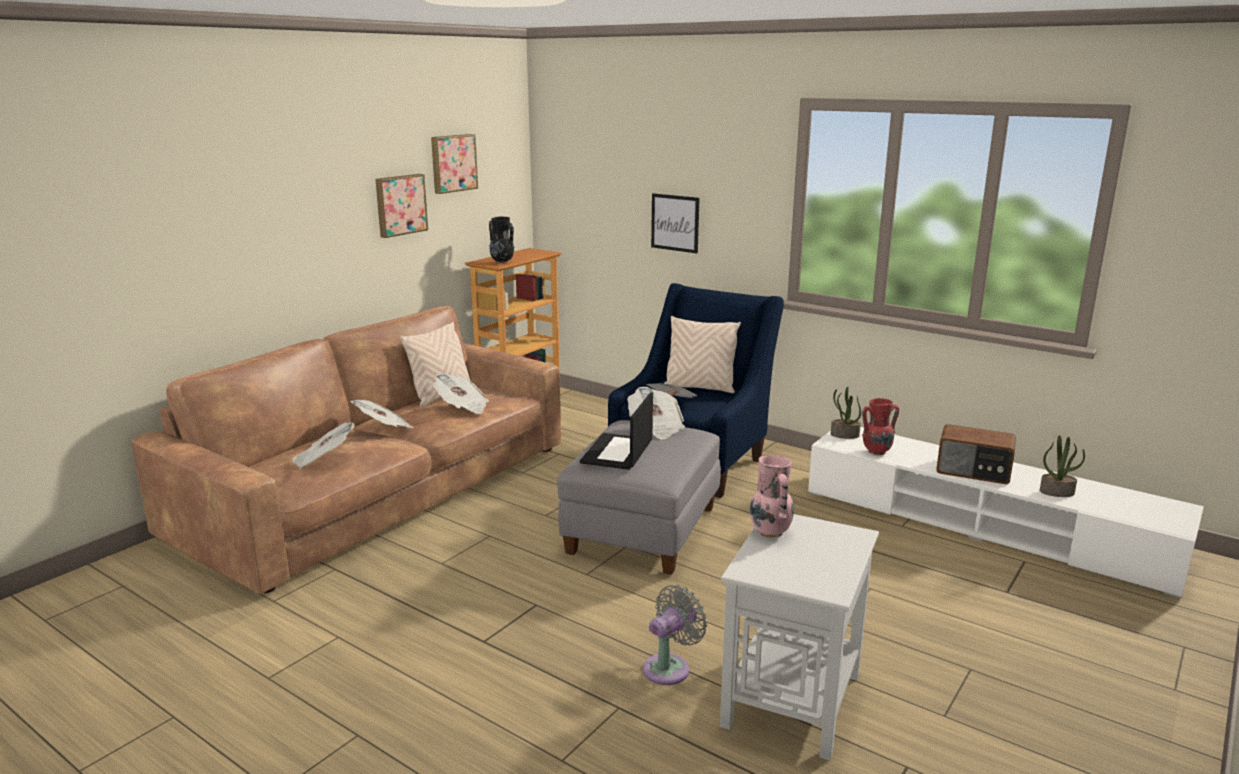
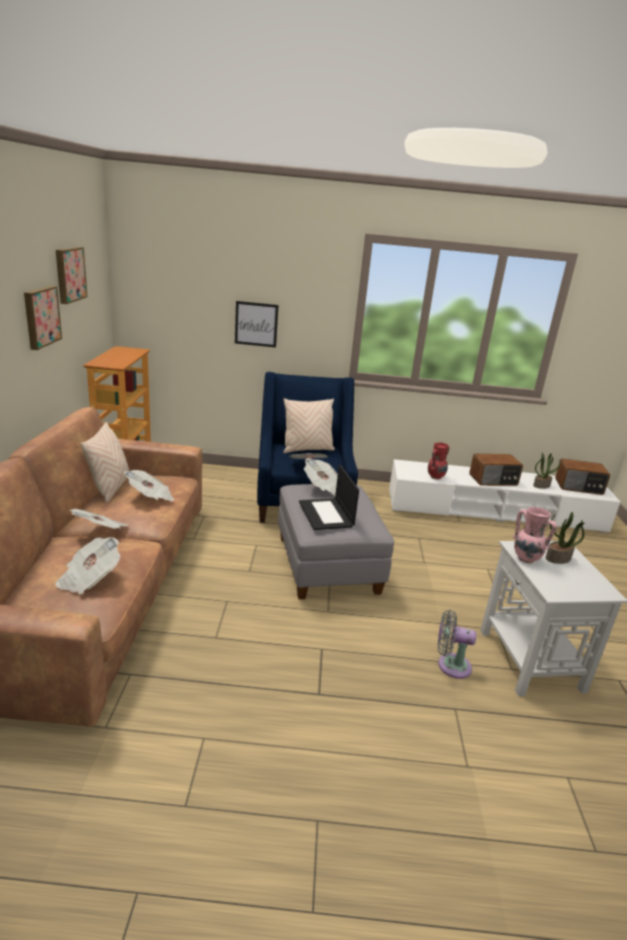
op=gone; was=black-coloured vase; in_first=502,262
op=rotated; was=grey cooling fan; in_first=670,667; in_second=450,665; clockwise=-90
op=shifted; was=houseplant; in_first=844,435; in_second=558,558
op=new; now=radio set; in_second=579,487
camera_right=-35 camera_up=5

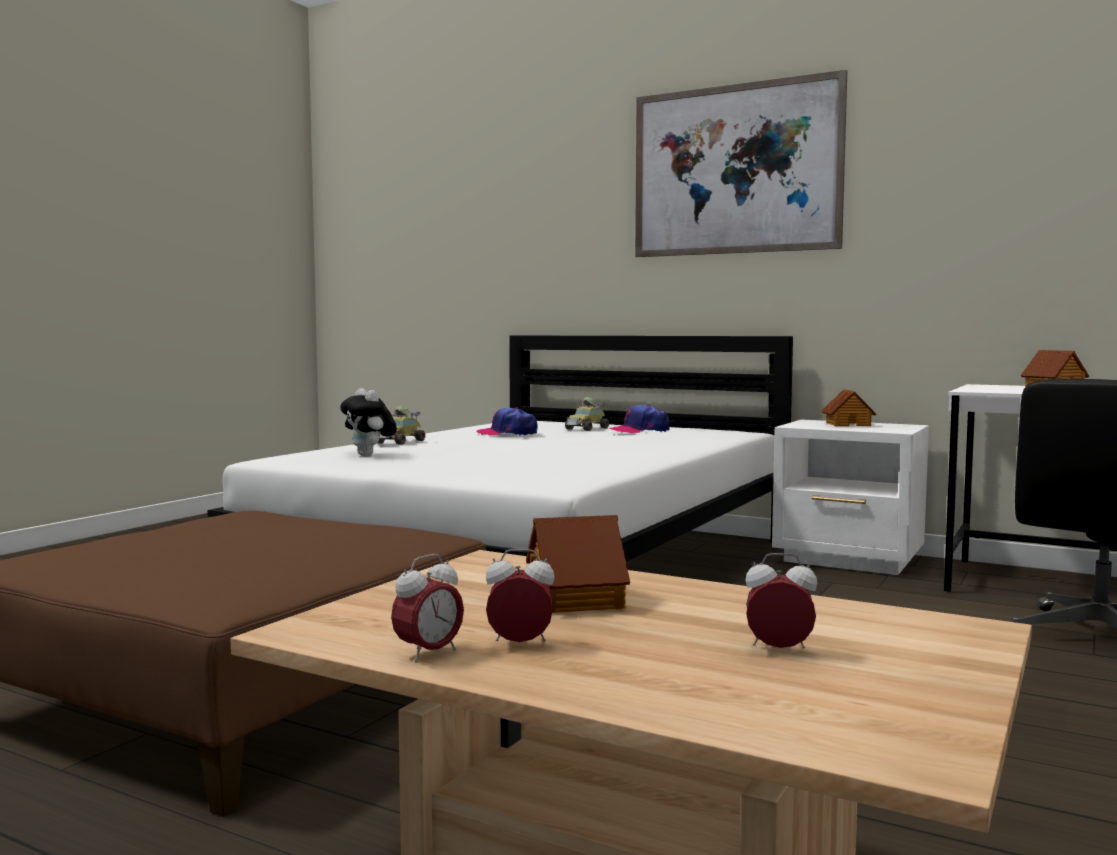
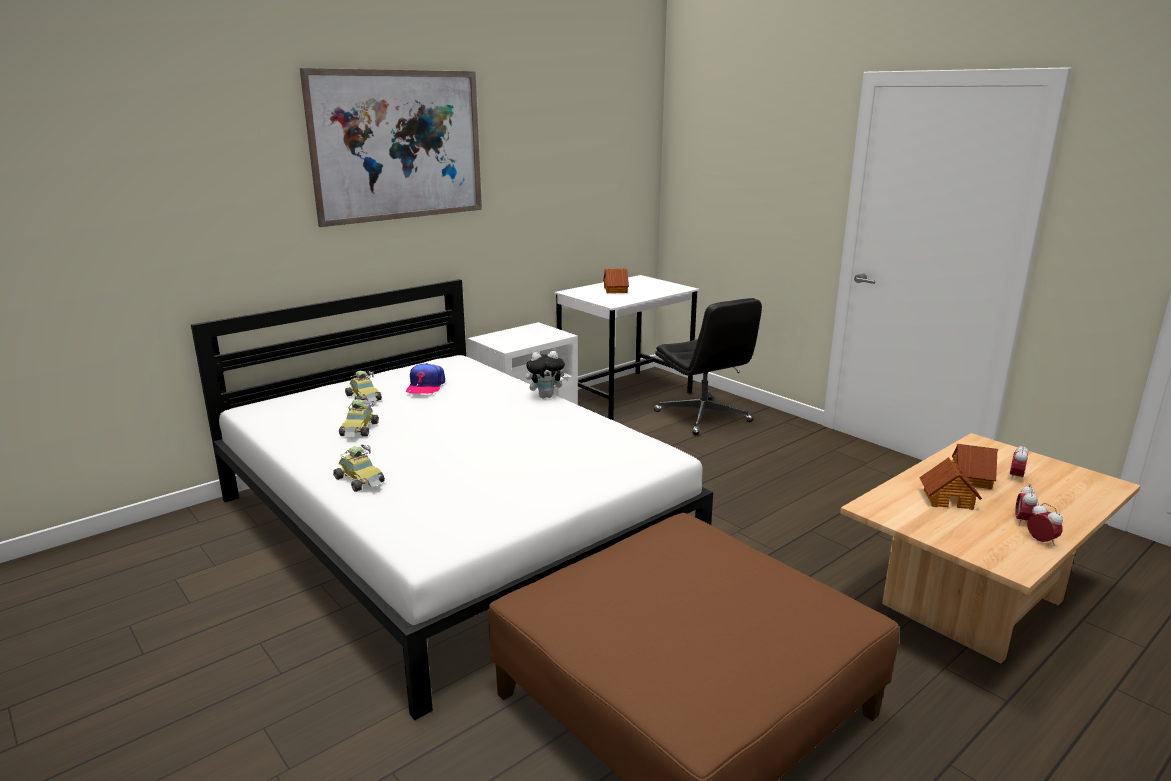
op=shifted; was=plush toy; in_first=369,456; in_second=546,396
op=swapped; was=cap; now=miniature car; in_first=507,433; in_second=360,430
op=shifted; was=model house; in_first=848,424; in_second=970,478
camera_right=-70 camera_up=15

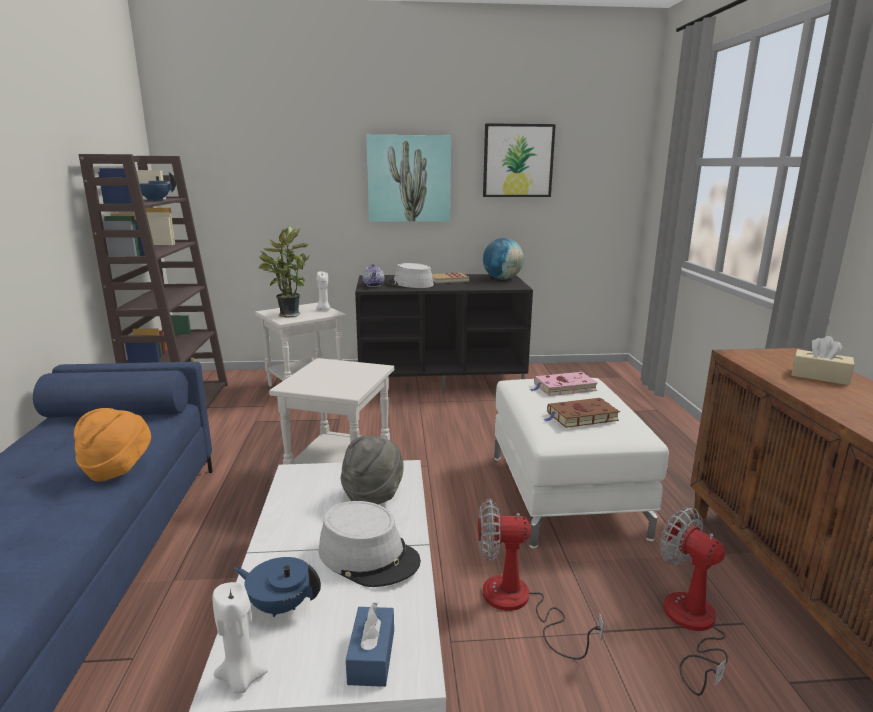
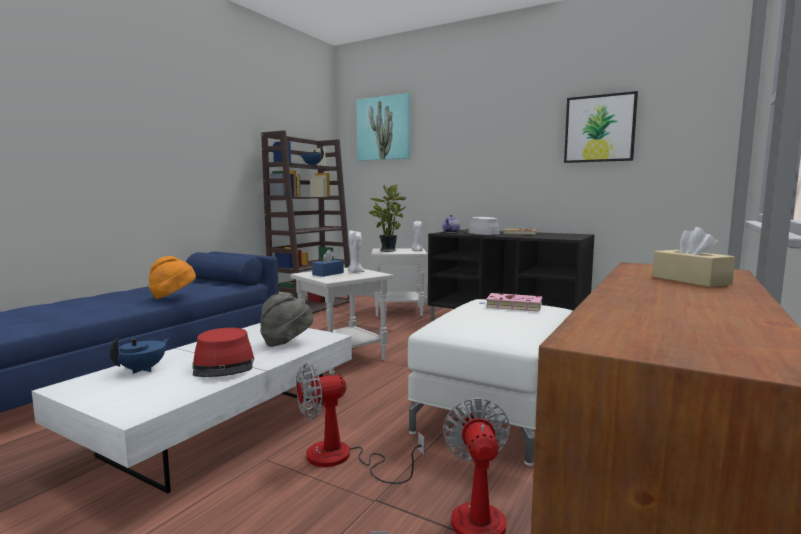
op=shifted; was=white candle; in_first=241,679; in_second=355,272
op=rotated; was=bluish teapot; in_first=280,605; in_second=143,369; clockwise=60
op=repainted; was=grey hat; now=red hat; in_first=369,556; in_second=224,365
op=shifted; was=bluish tissue holder; in_first=371,656; in_second=328,274
op=shifted; was=wall picture; in_first=409,179; in_second=383,128
op=rotated; was=cooling fan; in_first=518,604; in_second=342,459; clockwise=-60
op=gone; was=globe; in_first=502,279
op=gone; was=brown volume; in_first=580,417
camera_right=35 camera_up=-10

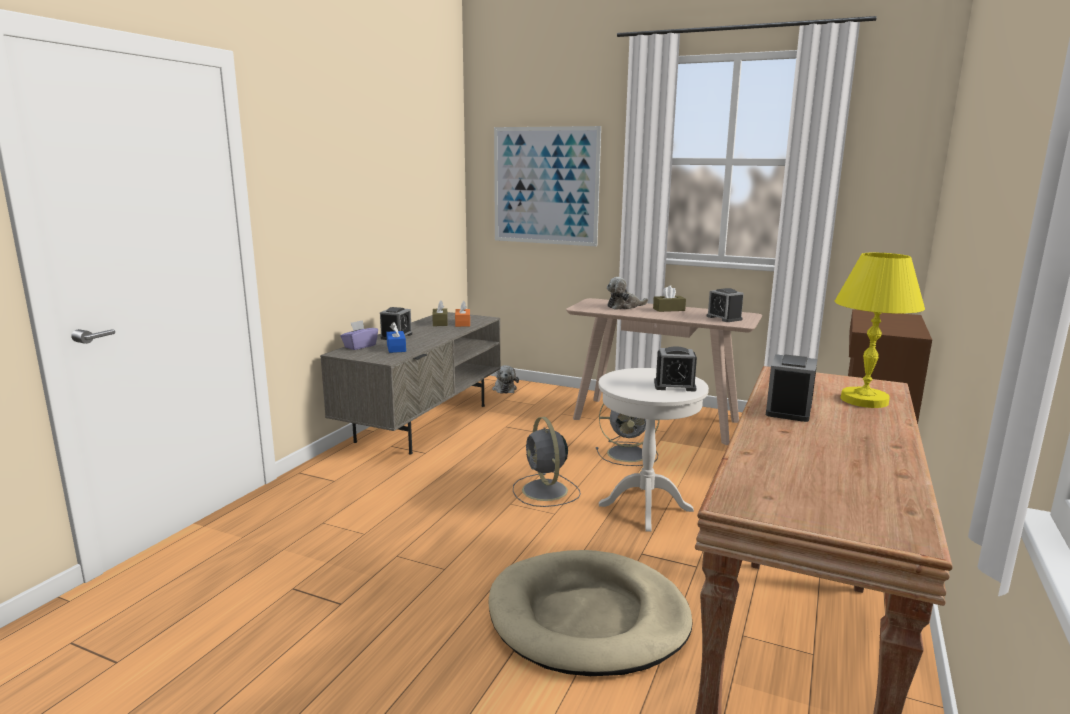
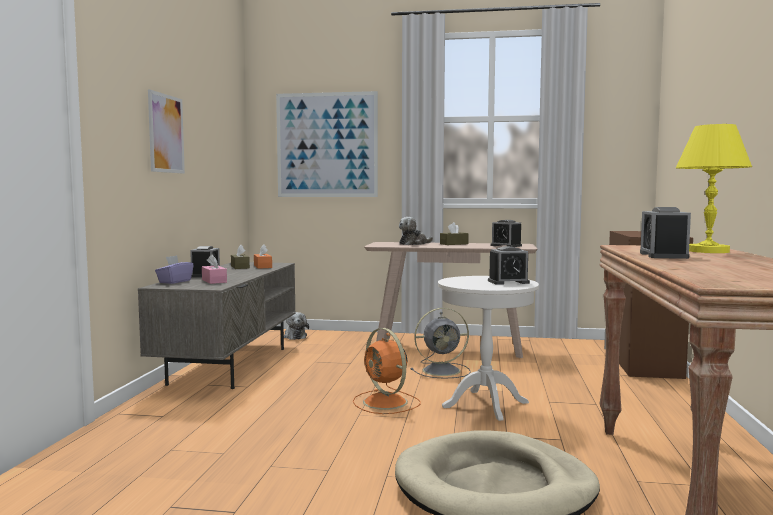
op=repainted; was=bluish tissue holder; now=pinkish tissue holder; in_first=396,348; in_second=214,281
op=repainted; was=grey cooling fan; now=orangey cooling fan; in_first=545,491; in_second=386,403
op=new; now=wall picture; in_second=166,133
camera_right=-15 camera_up=-10

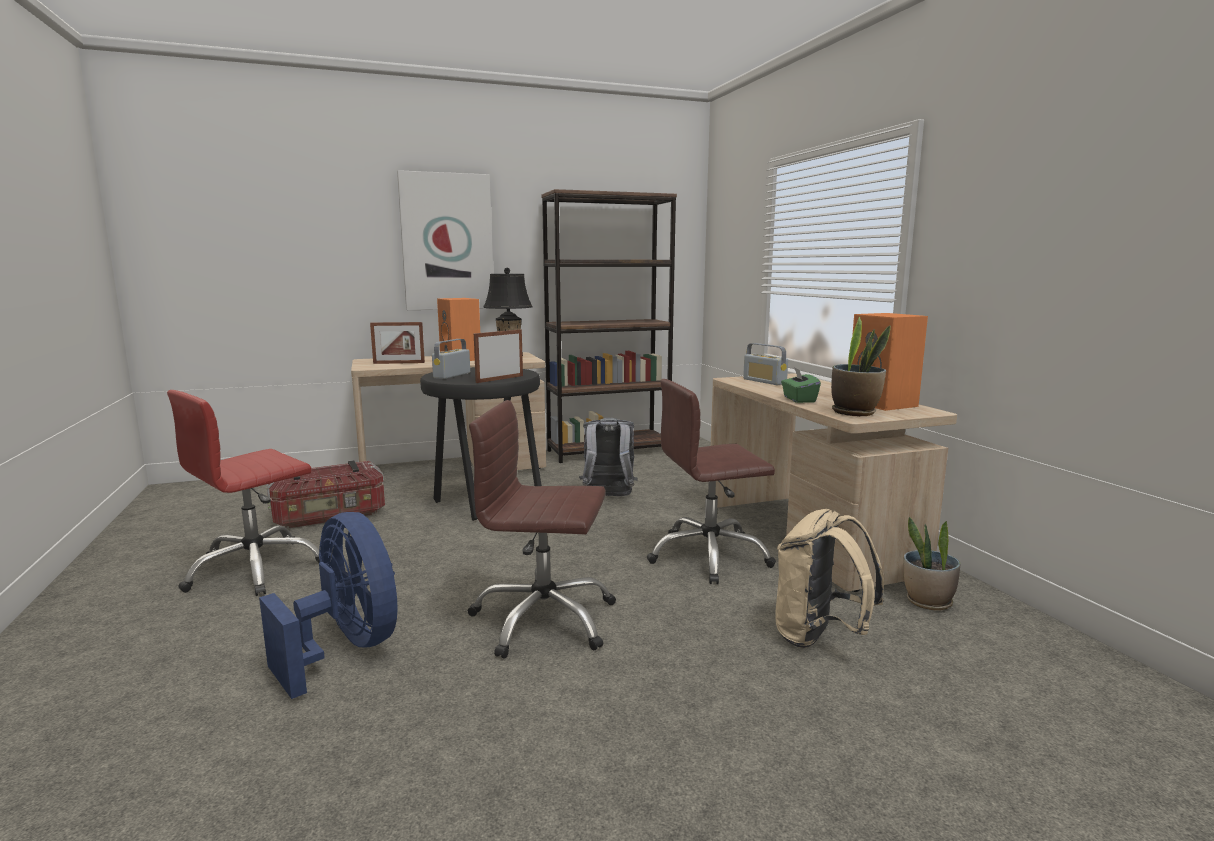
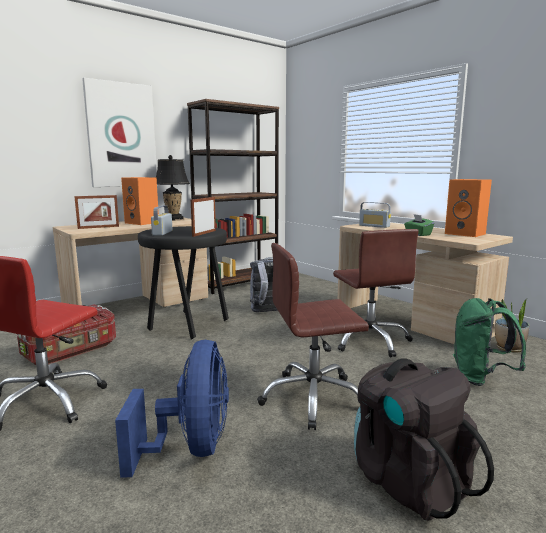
op=rotated; was=bluish cooling fan; in_first=346,648; in_second=191,448; clockwise=60
op=rotated; was=brown computer chair; in_first=709,556; in_second=370,340; clockwise=-75
op=repainted; was=beige rucksack; now=greenish rucksack; in_first=819,637; in_second=480,378
op=gone; was=houseplant; in_first=854,412
op=new; now=black-coloured rucksack; in_second=408,479
camera_right=-20 camera_up=0

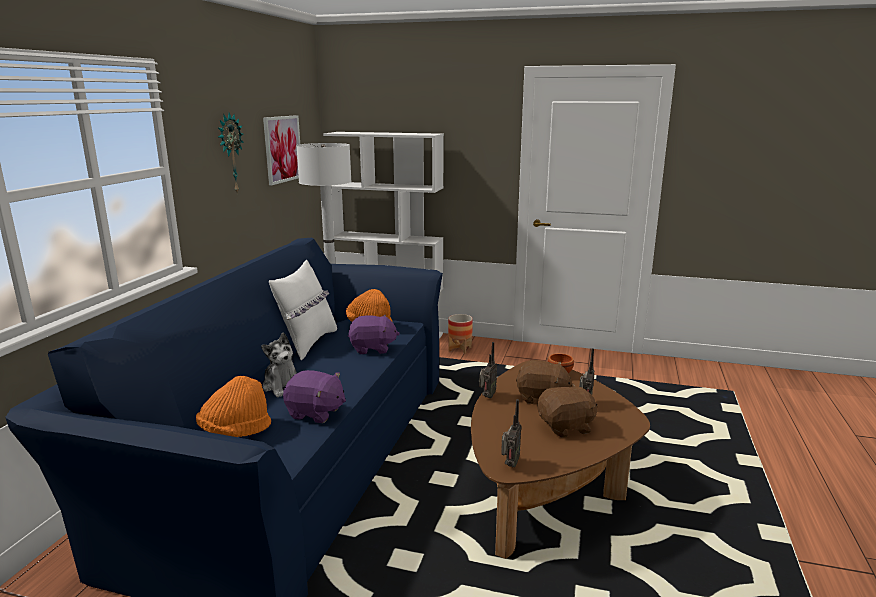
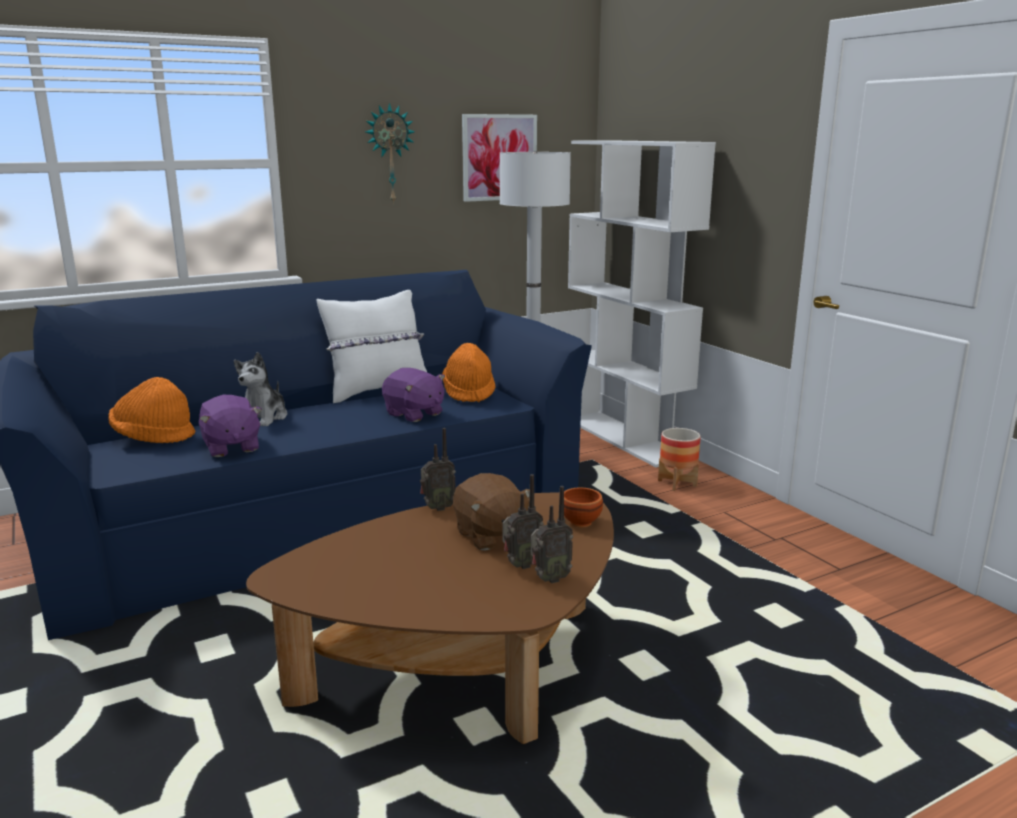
op=shifted; was=radio set; in_first=509,465; in_second=549,579
op=gone; was=brown plush toy; in_first=566,427
camera_right=45 camera_up=0

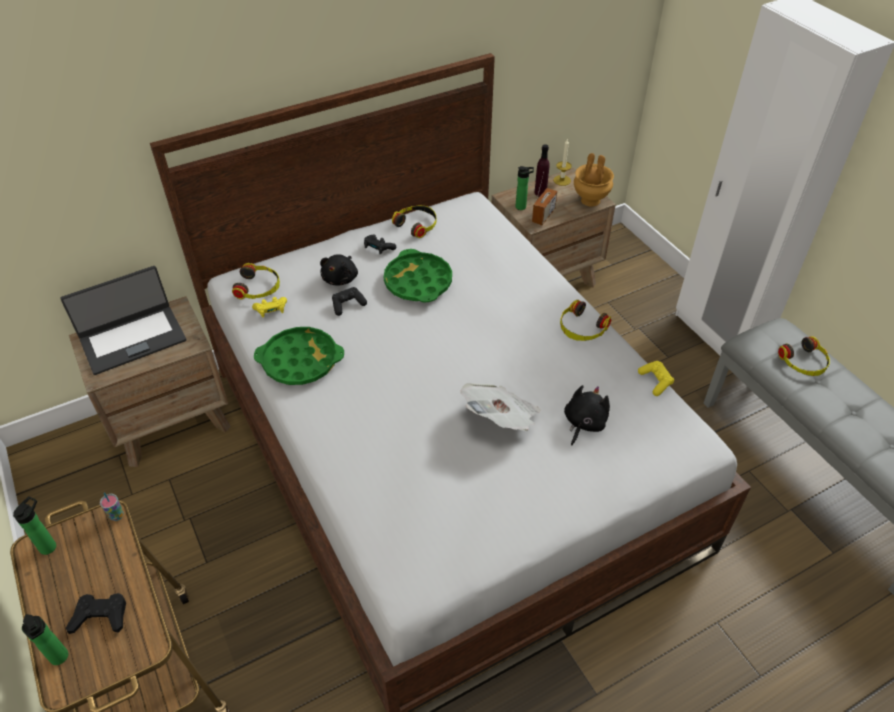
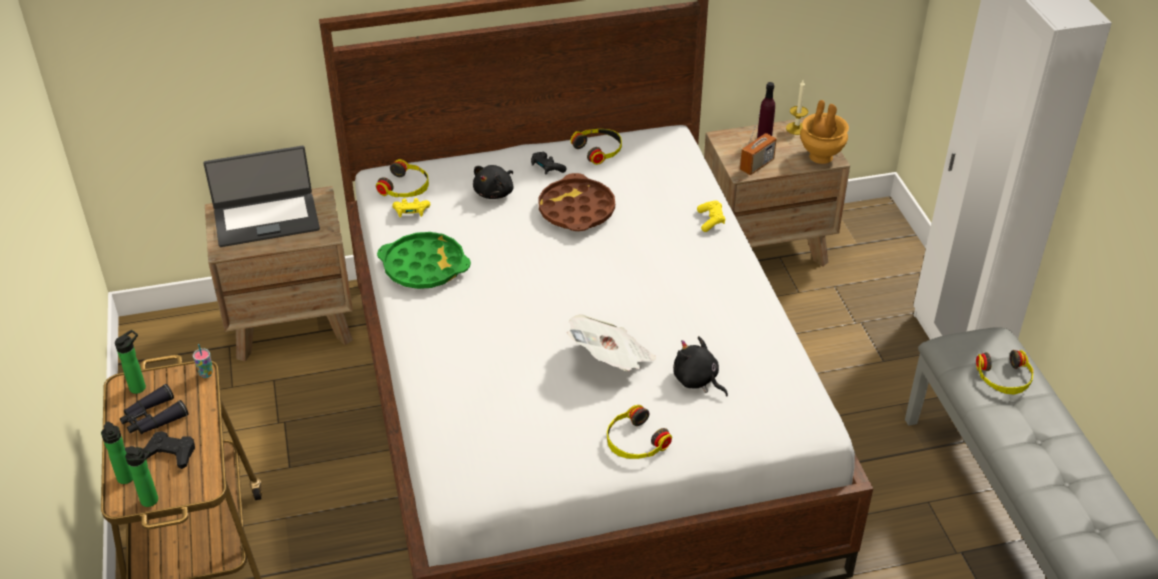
op=gone; was=black-coloured gamepad; in_first=348,305
op=repainted; was=greenish serving tray; now=brown serving tray; in_first=418,282; in_second=576,210
op=shifted; was=bottle; in_first=522,207; in_second=152,501
op=shifted; was=headset; in_first=582,328; in_second=635,442
op=rotated; was=black-coloured plush toy; in_first=583,423; in_second=697,380; clockwise=-90
op=shifted; was=yellow-coloured gamepad; in_first=655,382; in_second=710,221
op=new; now=black-coloured pair of binoculars; in_second=153,418
camera_right=15 camera_up=-5

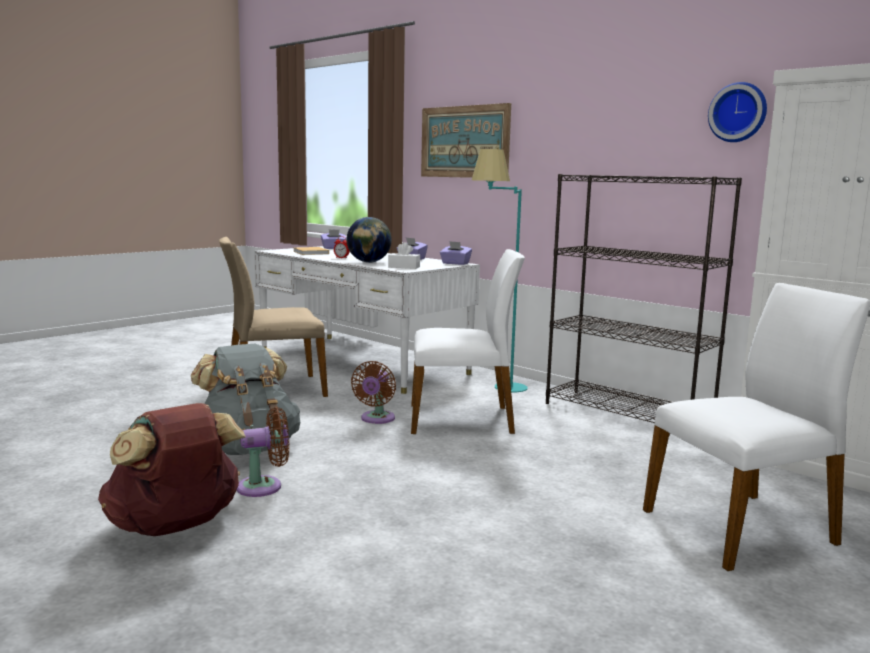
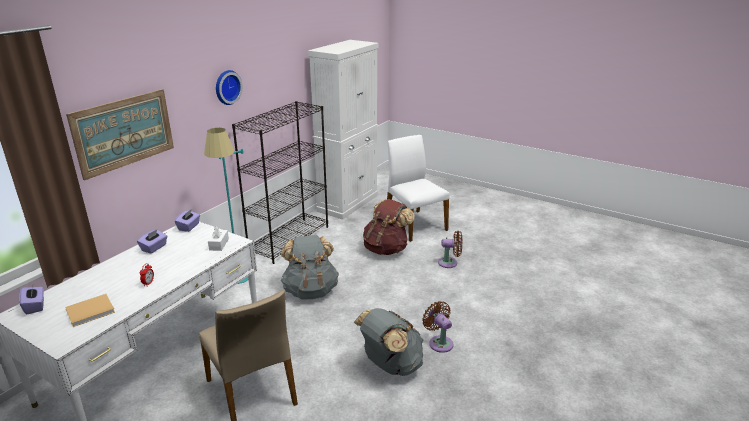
op=shifted; was=brown rucksack; in_first=176,527; in_second=386,249
op=gone; was=globe; in_first=368,262
op=shifted; was=brown cooling fan; in_first=376,419; in_second=450,263
op=swapped; was=white plain chair; now=grey rucksack; in_first=462,419; in_second=310,290
op=shifted; was=hanging clock; in_first=738,112; in_second=226,87
camera_right=-100 camera_up=15

